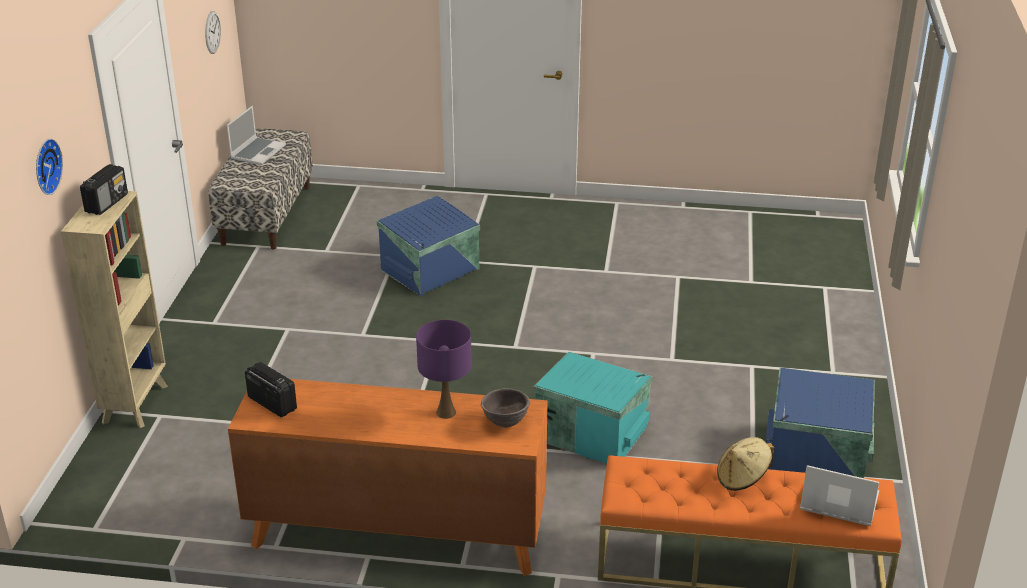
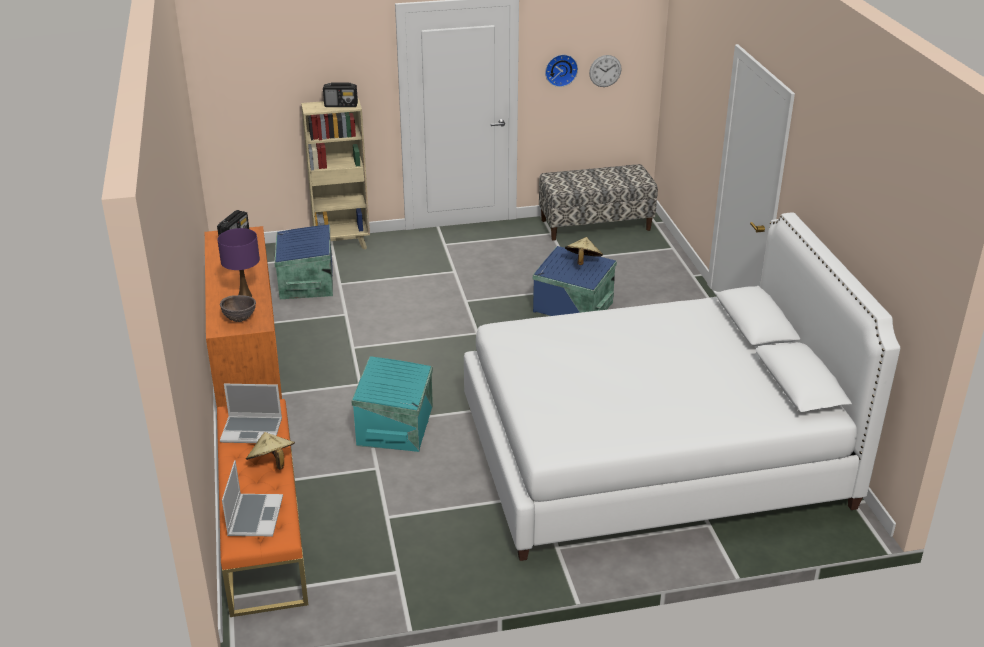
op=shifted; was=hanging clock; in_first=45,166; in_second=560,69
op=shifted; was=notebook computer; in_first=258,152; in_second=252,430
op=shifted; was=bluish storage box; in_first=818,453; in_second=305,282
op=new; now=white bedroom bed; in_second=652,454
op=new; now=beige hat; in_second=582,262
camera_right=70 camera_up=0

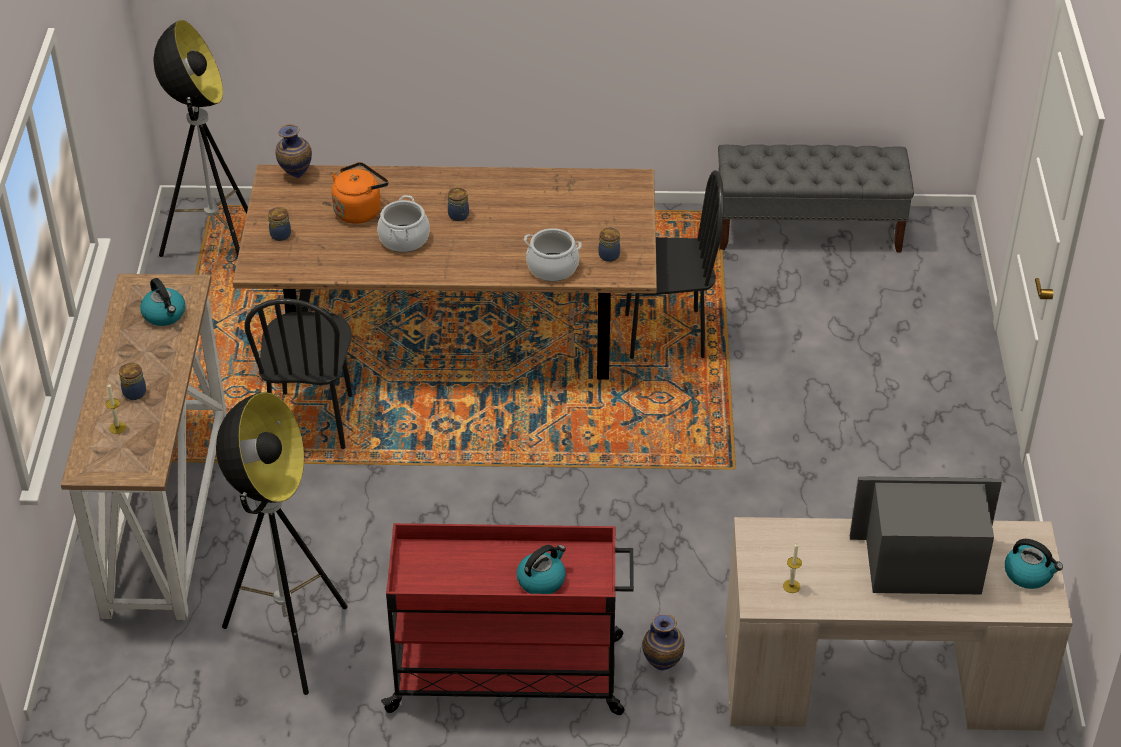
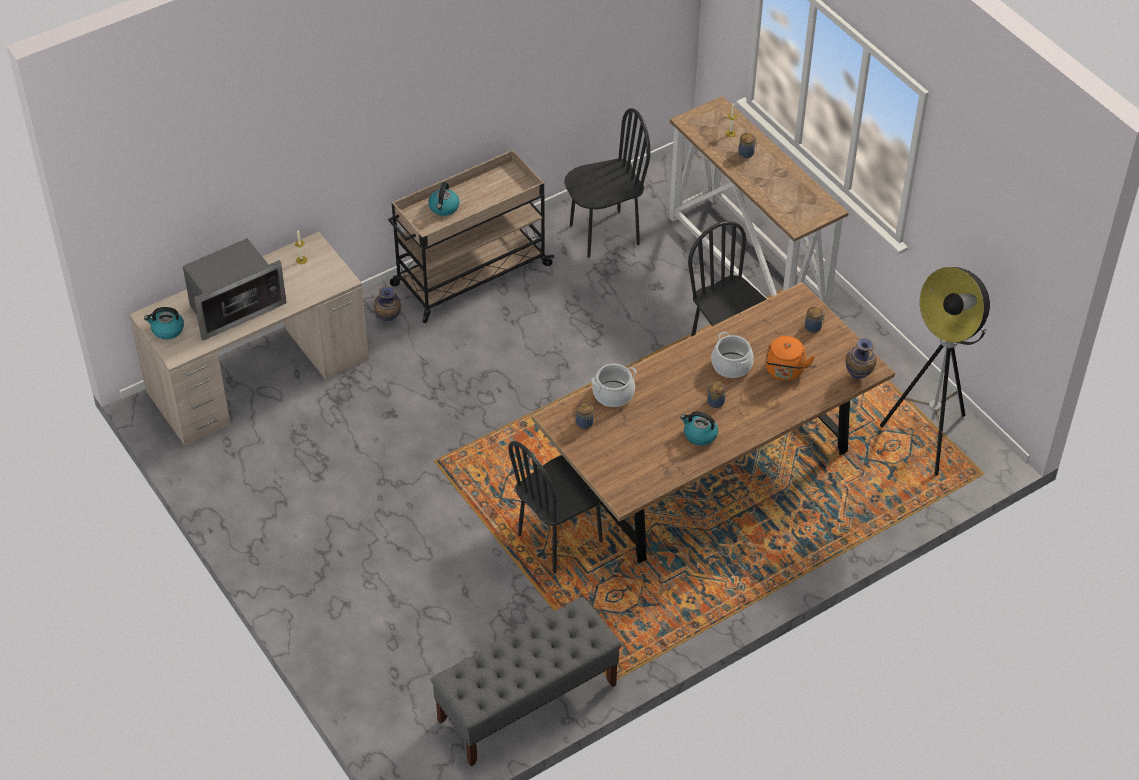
op=shifted; was=kettle; in_first=165,314; in_second=699,435
op=swapped; was=standard lamp; now=black-coloured plain chair; in_first=288,641; in_second=604,234
op=repainted; was=red wheeled cart; now=beige wheeled cart; in_first=509,674; in_second=469,275
camera_right=145 camera_up=5

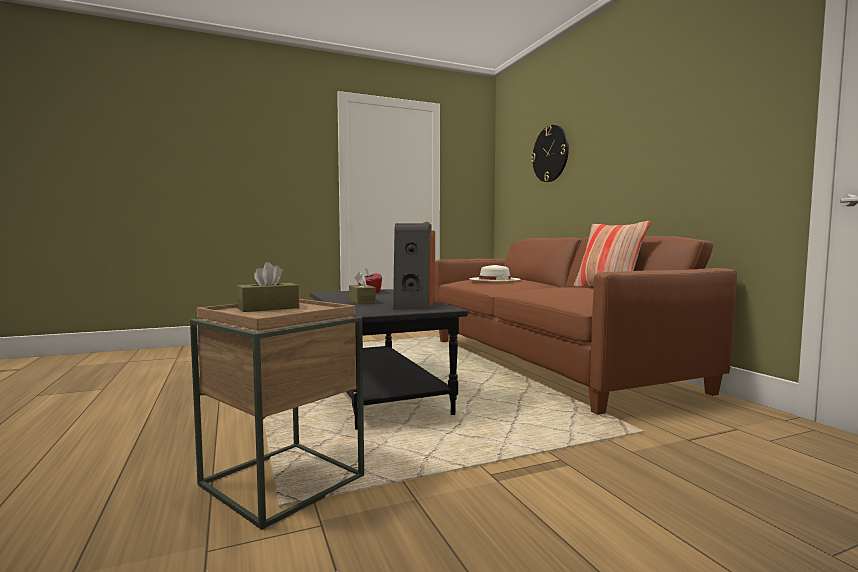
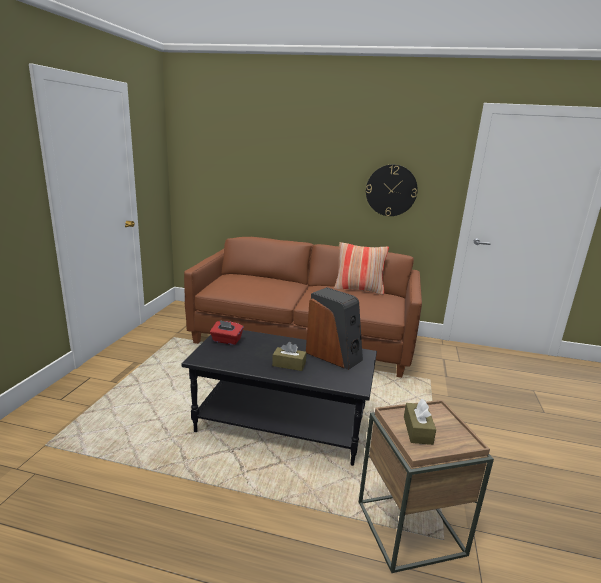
op=gone; was=white hat; in_first=494,279
op=shifted; was=hanging clock; in_first=550,154; in_second=391,190
camera_right=-55 camera_up=15

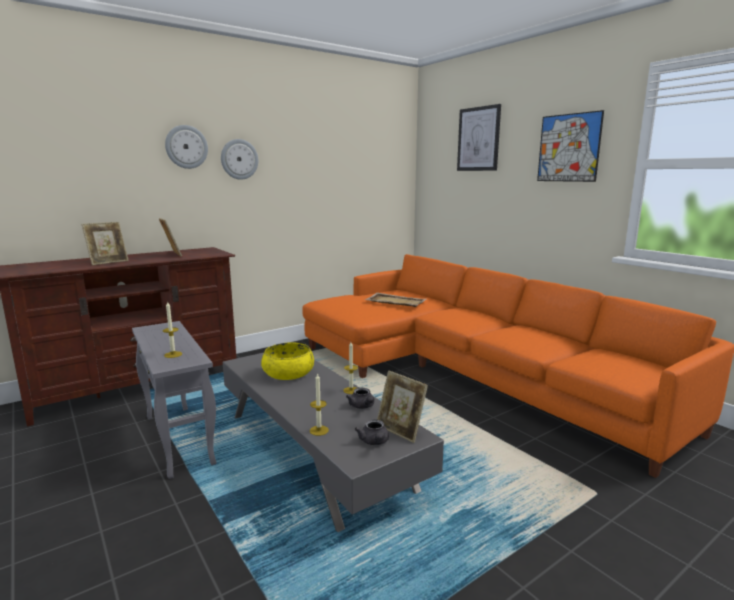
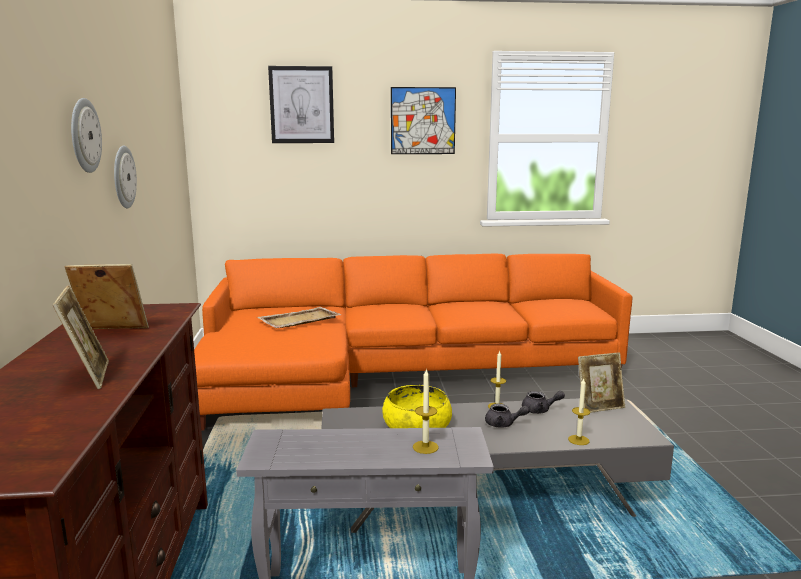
op=shifted; was=hanging clock; in_first=186,147; in_second=123,177
op=shifted; was=grey teapot; in_first=374,442; in_second=503,424
camera_right=-60 camera_up=0

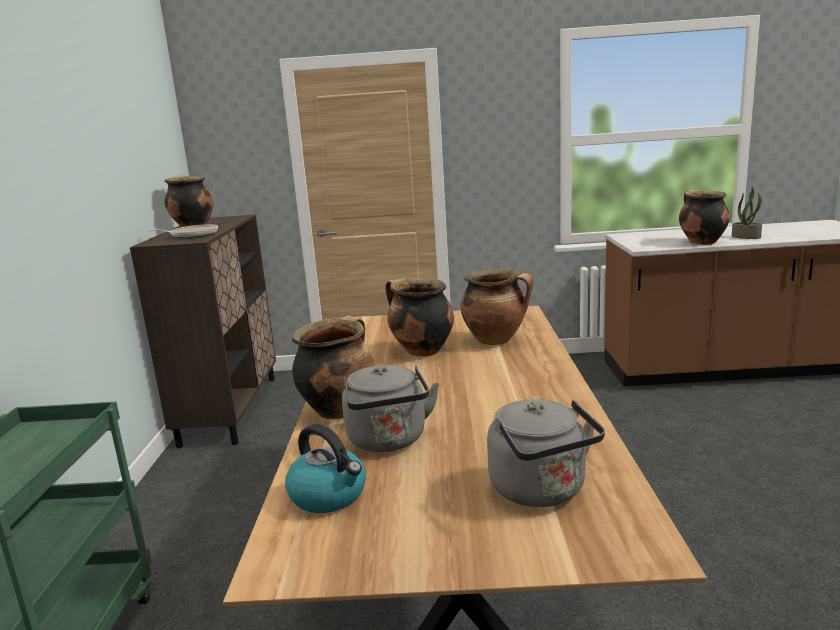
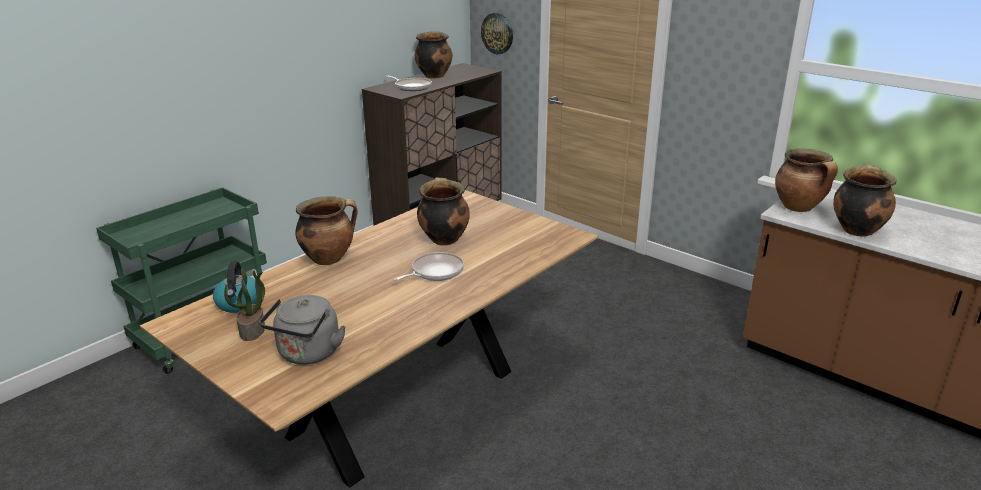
op=gone; was=grey kettle; in_first=389,441
op=shifted; was=stockpot; in_first=496,340; in_second=799,208
op=shifted; was=houseplant; in_first=746,237; in_second=253,330
op=new; now=skillet; in_second=435,272
op=new; now=hanging clock; in_second=497,33
camera_right=40 camera_up=10

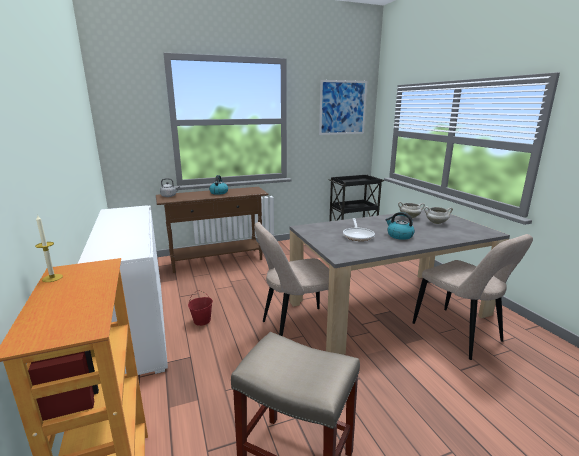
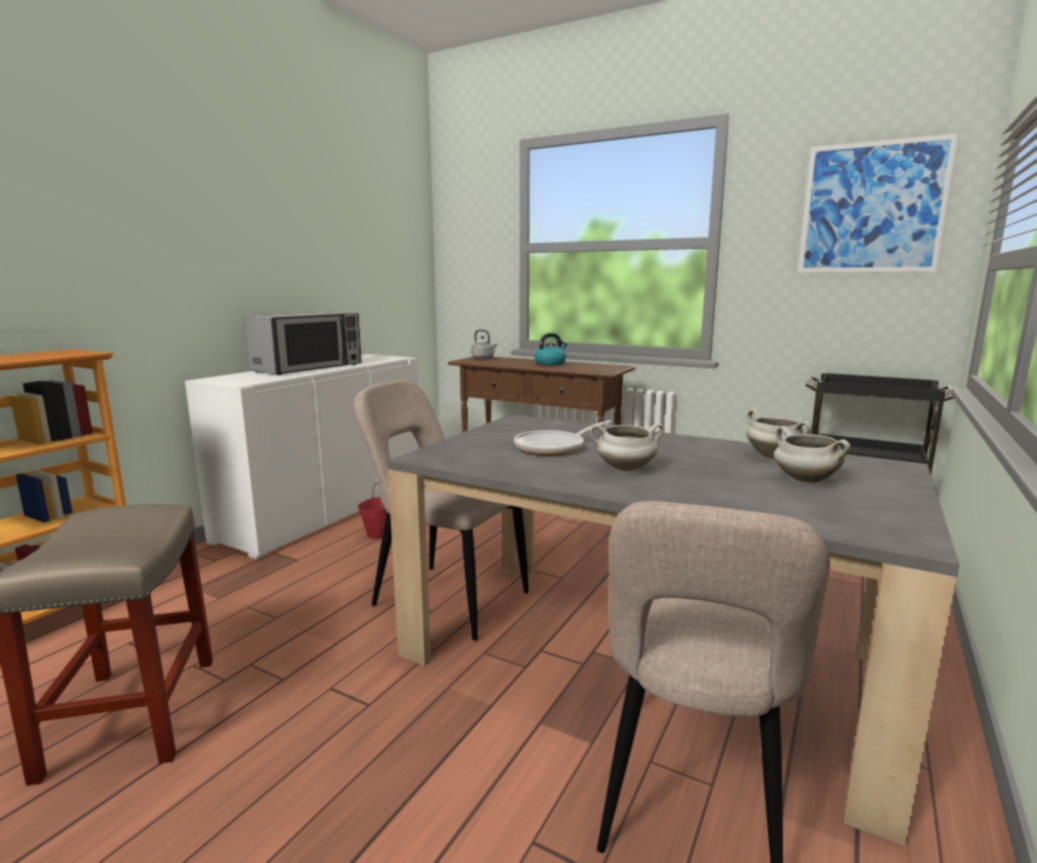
op=gone; was=candle; in_first=52,278
op=swapped; was=kettle; now=white stockpot; in_first=399,236; in_second=625,469
op=new; now=microwave; in_second=309,368
camera_right=50 camera_up=-5

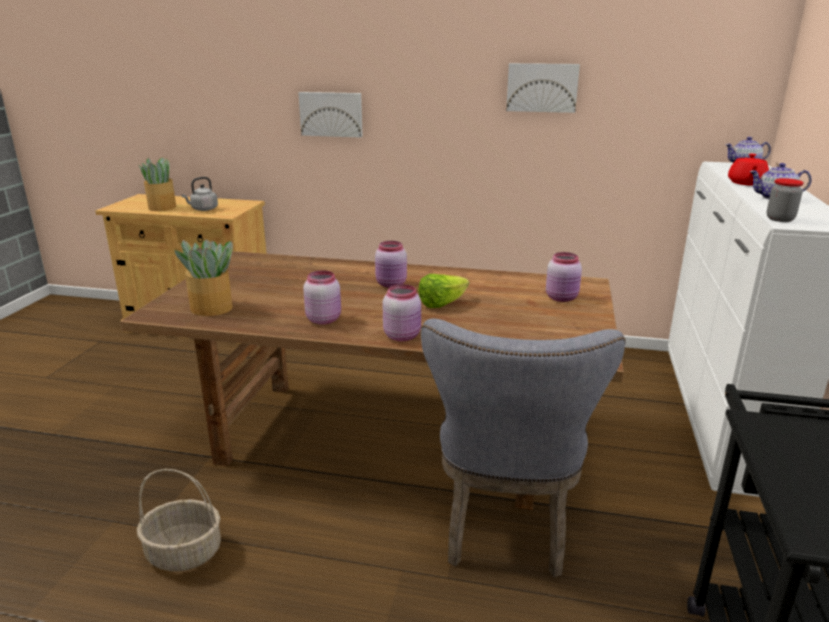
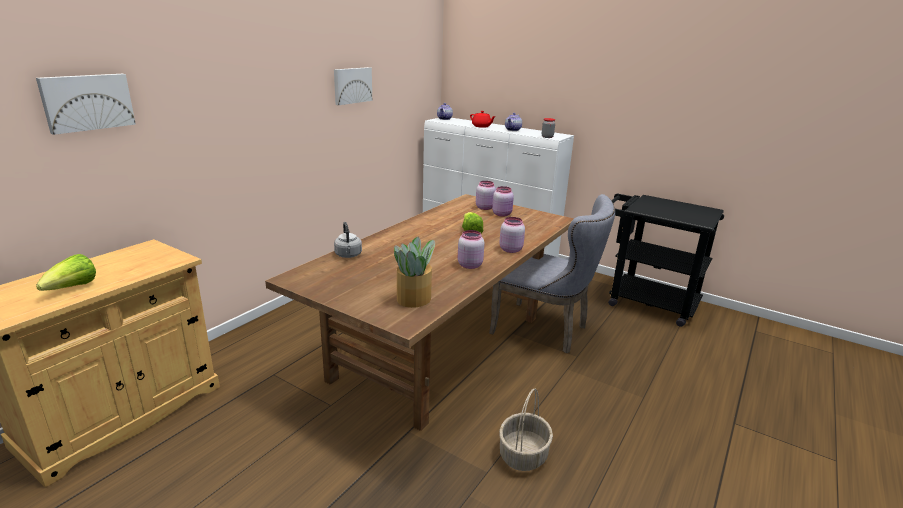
op=swapped; was=houseplant; now=head of lettuce; in_first=162,207; in_second=72,288
op=shifted; was=grey kettle; in_first=203,209; in_second=348,255
op=shifted; was=wall picture; in_first=331,114; in_second=87,102
op=shifted; was=pinkish jar; in_first=392,284; in_second=502,214
camera_right=-70 camera_up=0

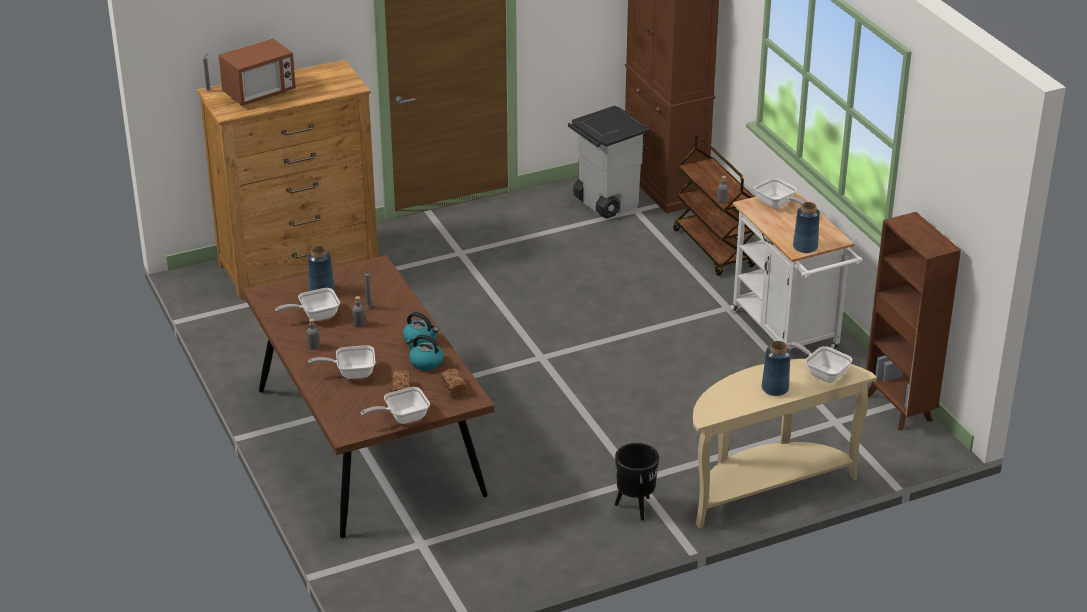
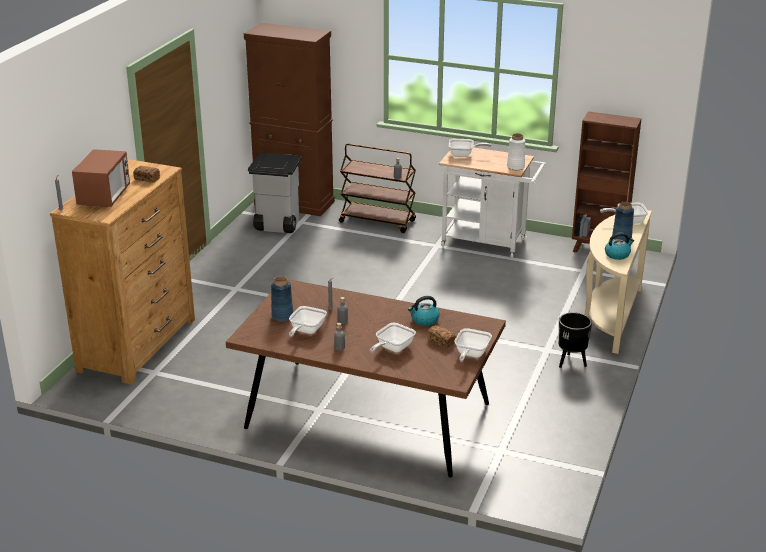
op=shifted; was=kettle; in_first=420,340; in_second=617,254
op=shifted; was=bread; in_first=453,388; in_second=147,179
op=repainted; was=bluish vase; now=white vase; in_first=805,246; in_second=515,167
camera_right=-45 camera_up=-5

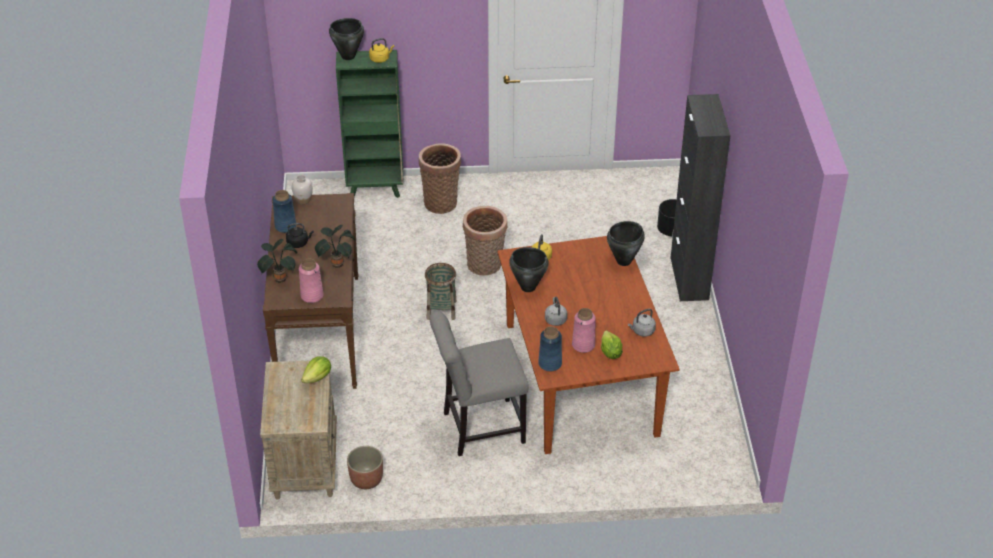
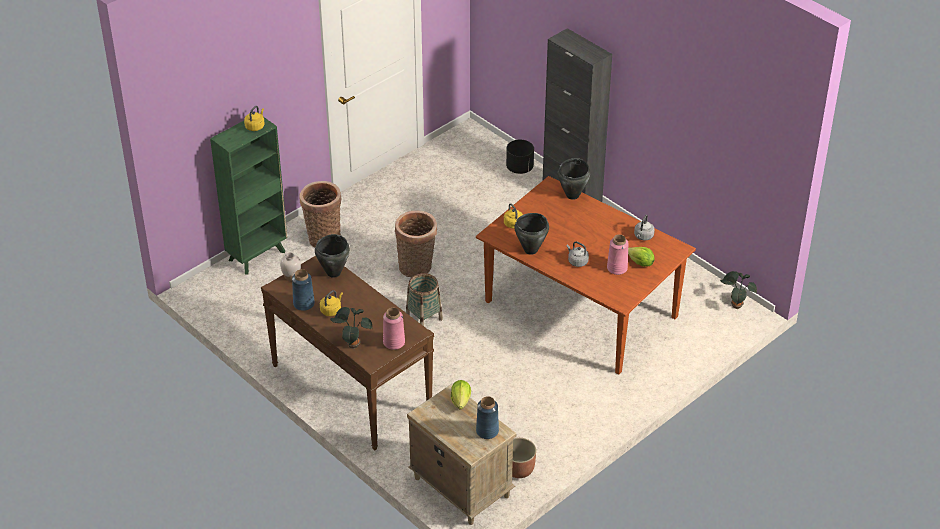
op=repainted; was=black-coloured kettle; now=yellow-coloured kettle; in_first=299,243; in_second=331,310
op=shifted; was=houseplant; in_first=337,263; in_second=735,305
op=shifted; was=black-coloured stockpot; in_first=348,56; in_second=333,273
op=gone; was=grey plain chair; in_first=479,428
op=shifted; was=bluish vase; in_first=550,363; in_second=487,431
camera_right=-40 camera_up=0

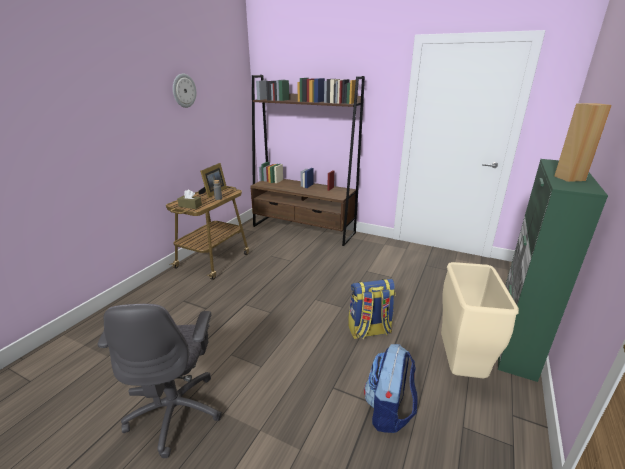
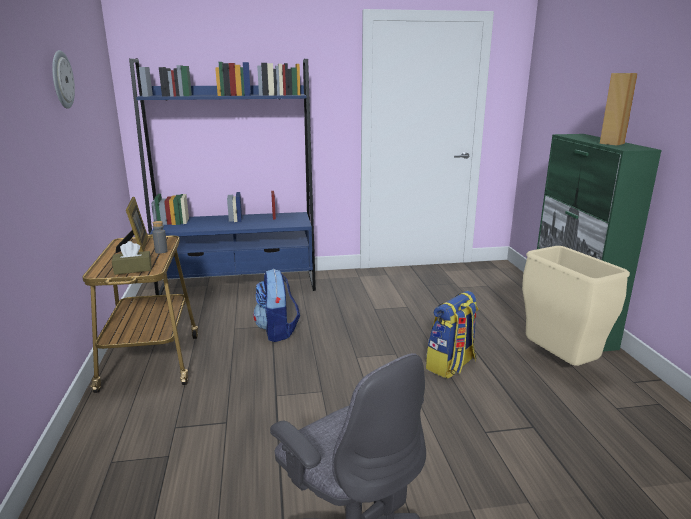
op=repainted; was=brown shelving unit; now=bluish shelving unit; in_first=303,229; in_second=239,286
op=shifted; was=rucksack; in_first=389,411; in_second=277,331
camera_right=-35 camera_up=-5

